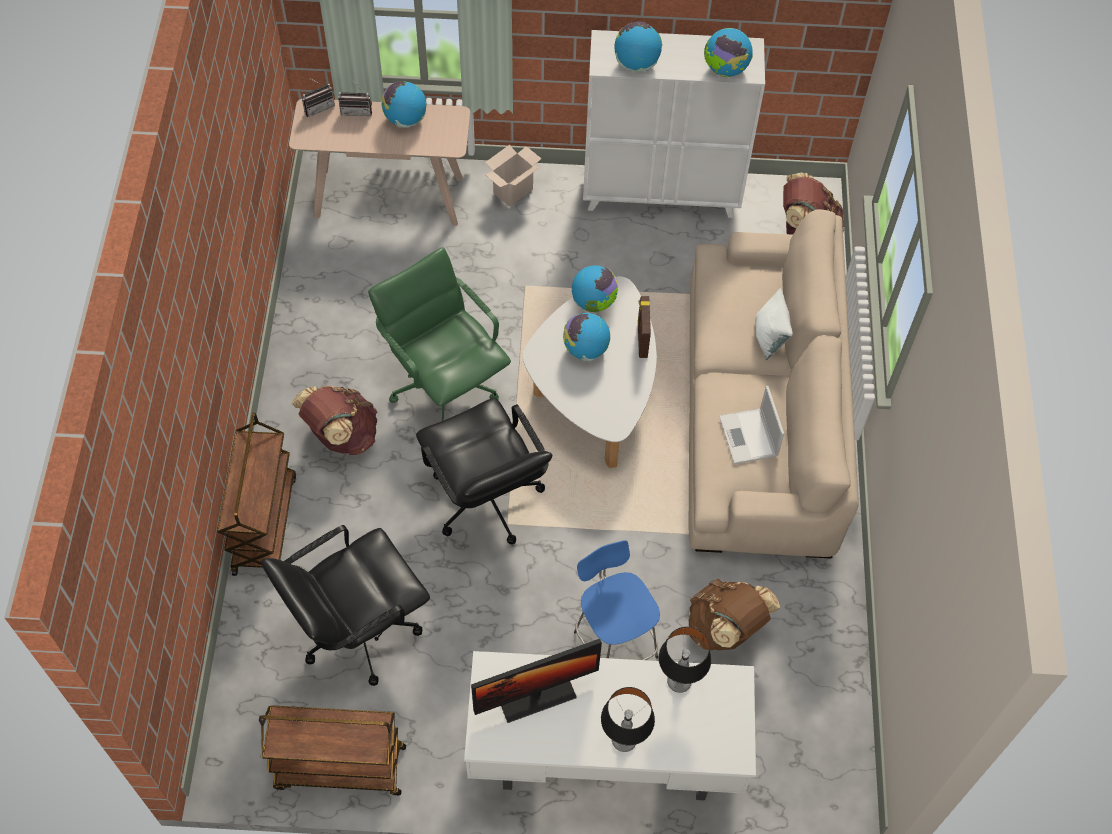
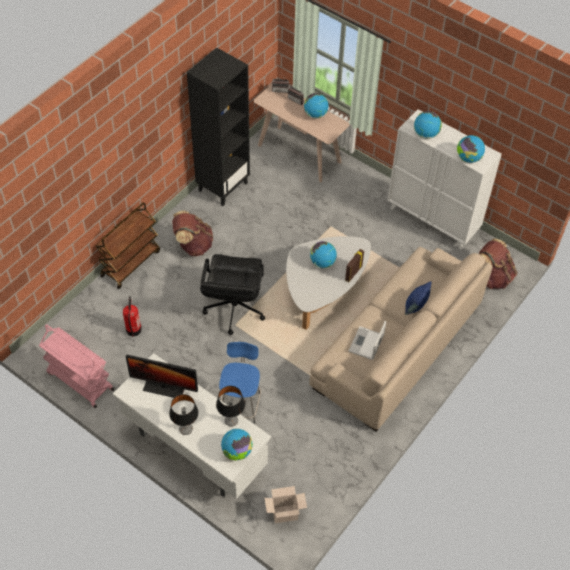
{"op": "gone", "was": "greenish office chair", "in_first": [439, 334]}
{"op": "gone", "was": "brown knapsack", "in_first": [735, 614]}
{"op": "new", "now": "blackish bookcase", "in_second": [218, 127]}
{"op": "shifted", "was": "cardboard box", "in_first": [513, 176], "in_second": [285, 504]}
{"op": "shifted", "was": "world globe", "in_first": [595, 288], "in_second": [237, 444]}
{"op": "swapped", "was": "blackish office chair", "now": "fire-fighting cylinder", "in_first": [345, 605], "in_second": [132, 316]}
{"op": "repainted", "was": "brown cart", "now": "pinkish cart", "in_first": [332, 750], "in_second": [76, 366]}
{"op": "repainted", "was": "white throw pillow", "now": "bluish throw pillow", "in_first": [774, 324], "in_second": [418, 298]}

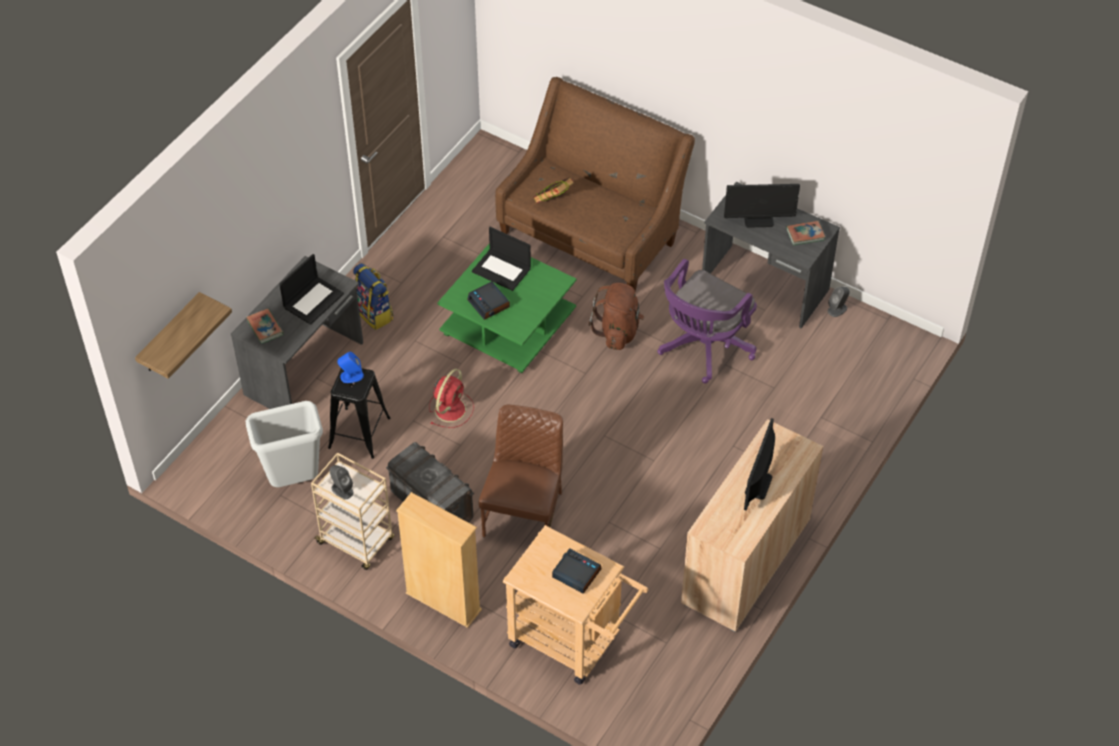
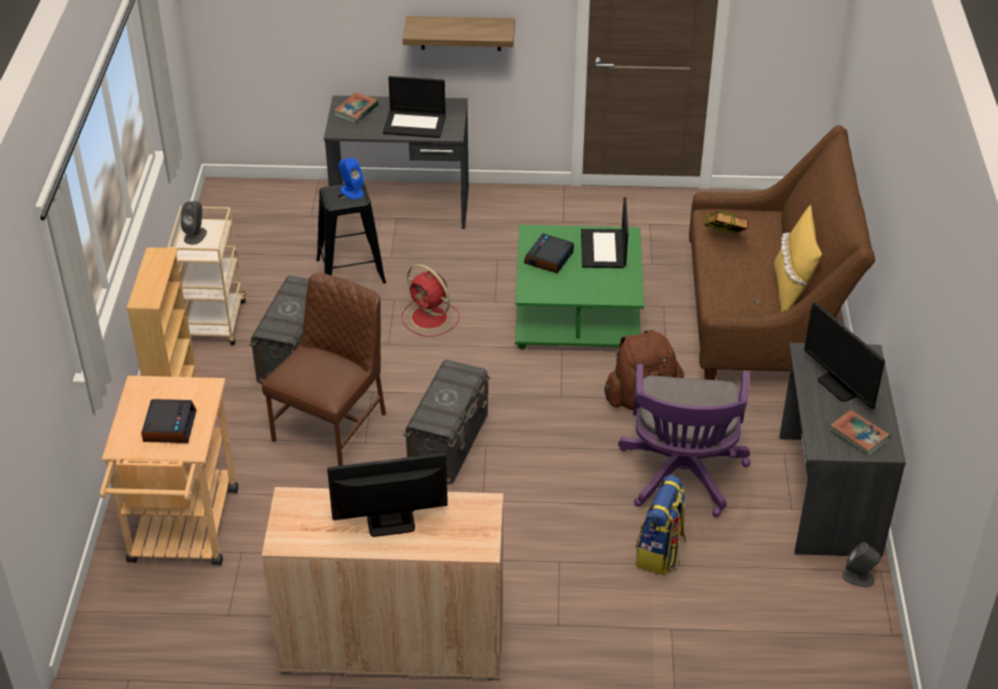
{"op": "gone", "was": "gray waste bin", "in_first": [284, 444]}
{"op": "new", "now": "gray storage box", "in_second": [446, 422]}
{"op": "new", "now": "yellow-coloured throw pillow", "in_second": [798, 258]}
{"op": "shifted", "was": "shelf", "in_first": [183, 335], "in_second": [459, 33]}
{"op": "shifted", "was": "knapsack", "in_first": [373, 296], "in_second": [661, 525]}
{"op": "rotated", "was": "red fan", "in_first": [451, 398], "in_second": [431, 300], "clockwise": 45}
{"op": "rotated", "was": "brown upright chair", "in_first": [521, 471], "in_second": [324, 369], "clockwise": -45}
{"op": "rotated", "was": "purple office chair", "in_first": [707, 321], "in_second": [684, 440], "clockwise": -90}

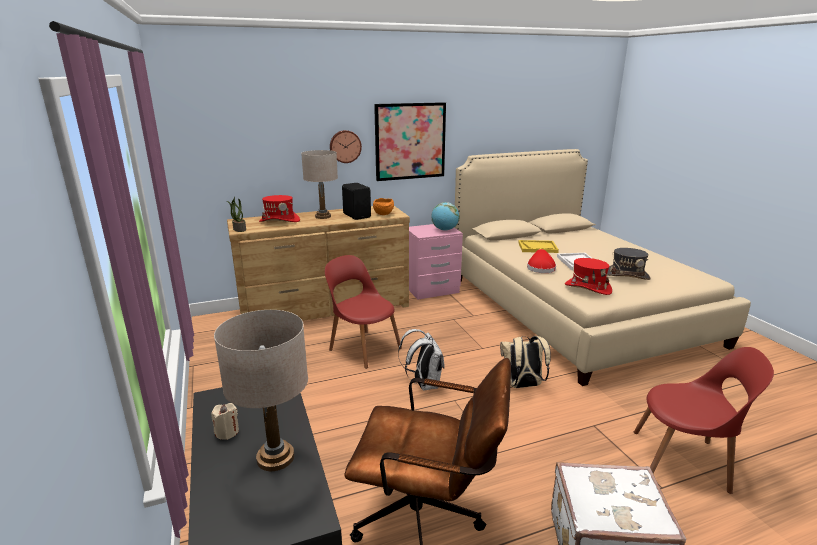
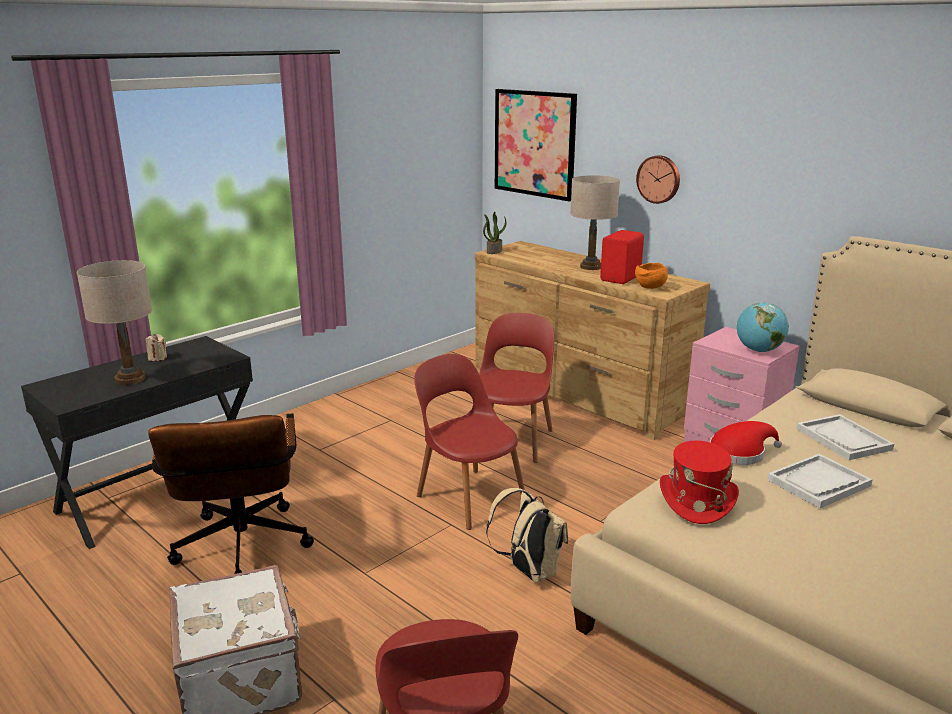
{"op": "gone", "was": "red clothing hat", "in_first": [279, 208]}
{"op": "gone", "was": "gray clothing hat", "in_first": [629, 264]}
{"op": "shifted", "was": "picture", "in_first": [410, 141], "in_second": [536, 145]}
{"op": "swapped", "was": "white knapsack", "now": "red upright chair", "in_first": [421, 360], "in_second": [469, 442]}
{"op": "repainted", "was": "blackish audio speaker", "now": "red audio speaker", "in_first": [356, 201], "in_second": [622, 257]}
{"op": "repainted", "was": "yellow-coloured tray", "now": "white tray", "in_first": [538, 246], "in_second": [845, 437]}

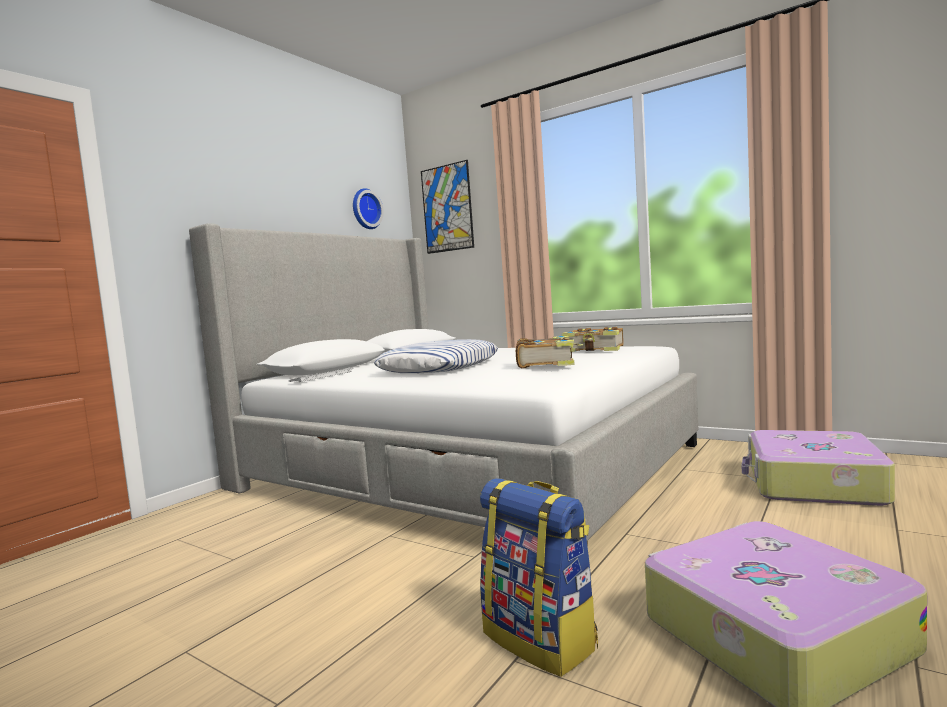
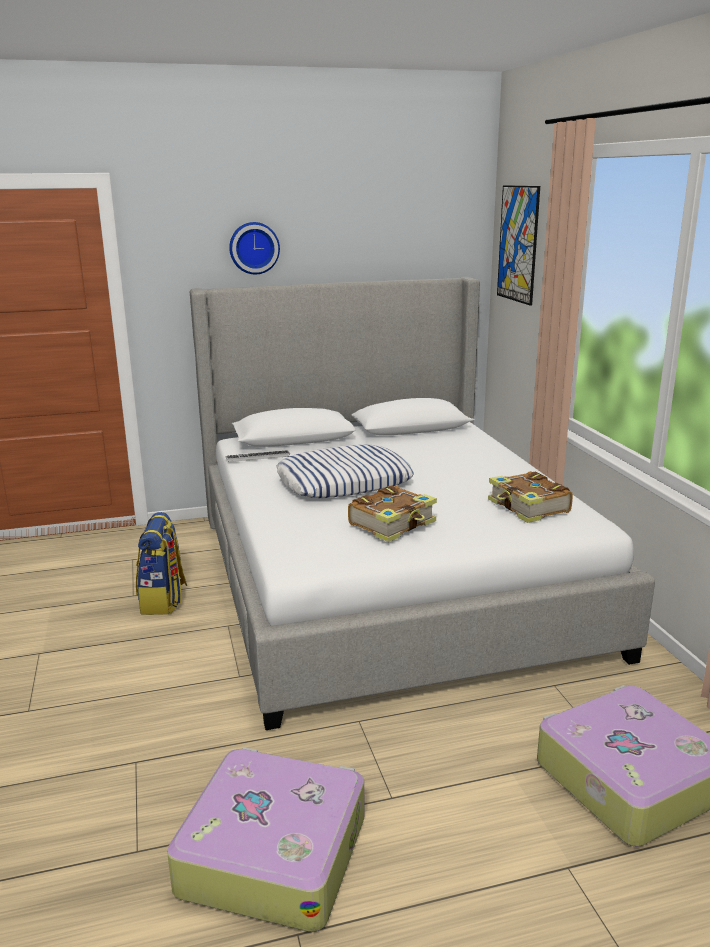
{"op": "shifted", "was": "wall clock", "in_first": [368, 208], "in_second": [254, 248]}
{"op": "shifted", "was": "knapsack", "in_first": [539, 577], "in_second": [161, 563]}

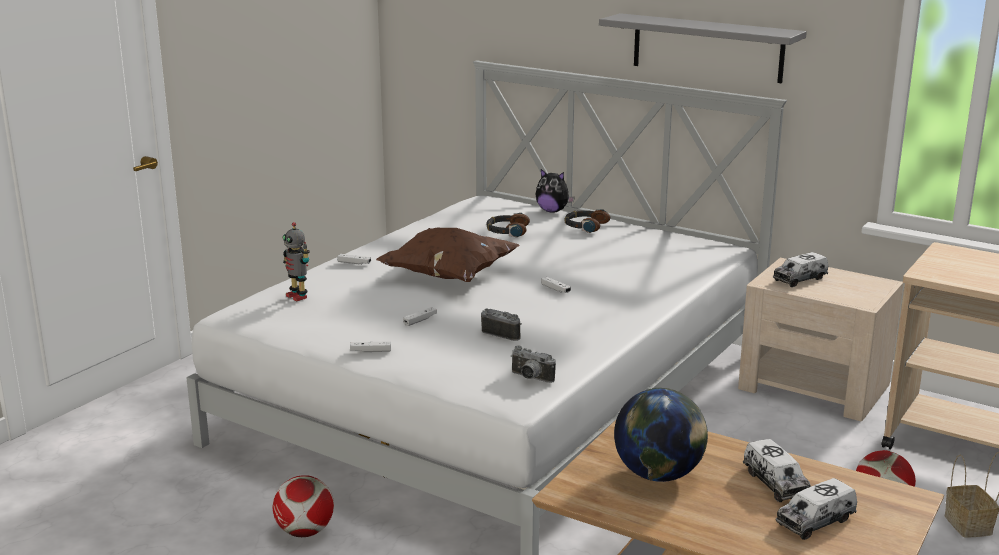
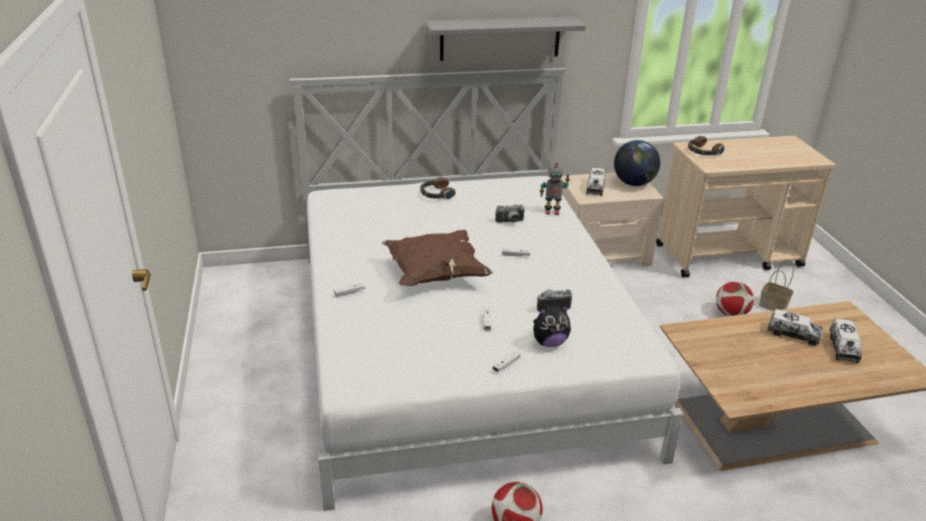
{"op": "shifted", "was": "model robot", "in_first": [296, 261], "in_second": [555, 188]}
{"op": "shifted", "was": "pair of headphones", "in_first": [508, 225], "in_second": [706, 145]}
{"op": "shifted", "was": "photo camera", "in_first": [533, 364], "in_second": [510, 213]}
{"op": "shifted", "was": "soft toy", "in_first": [555, 191], "in_second": [552, 325]}
{"op": "shifted", "was": "world globe", "in_first": [661, 435], "in_second": [637, 163]}

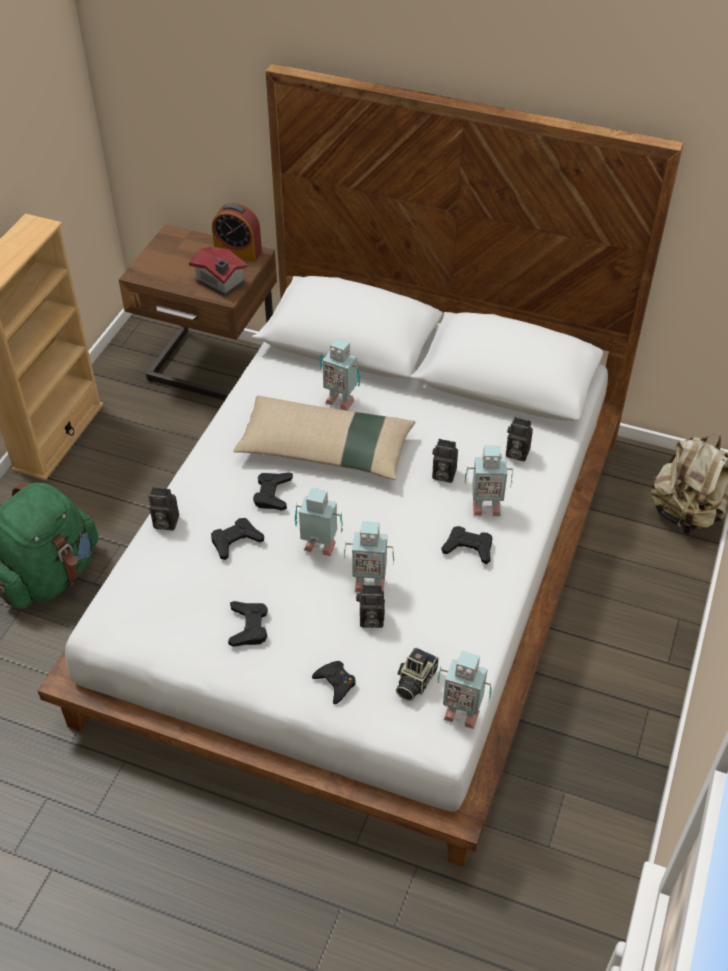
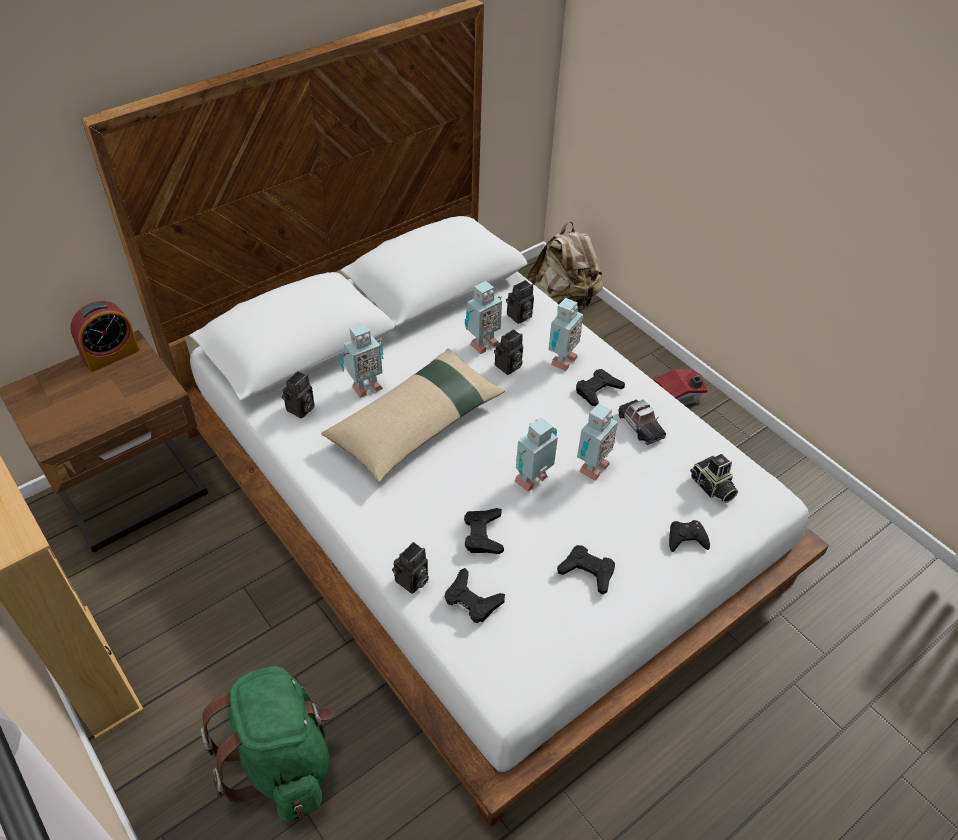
{"op": "new", "now": "miniature car", "in_second": [642, 422]}
{"op": "shifted", "was": "miniature house", "in_first": [218, 272], "in_second": [680, 388]}
{"op": "shifted", "was": "blackish game controller", "in_first": [273, 491], "in_second": [475, 595]}
{"op": "shifted", "was": "photo camera", "in_first": [370, 606], "in_second": [298, 395]}
{"op": "shifted", "was": "model robot", "in_first": [465, 690], "in_second": [483, 317]}

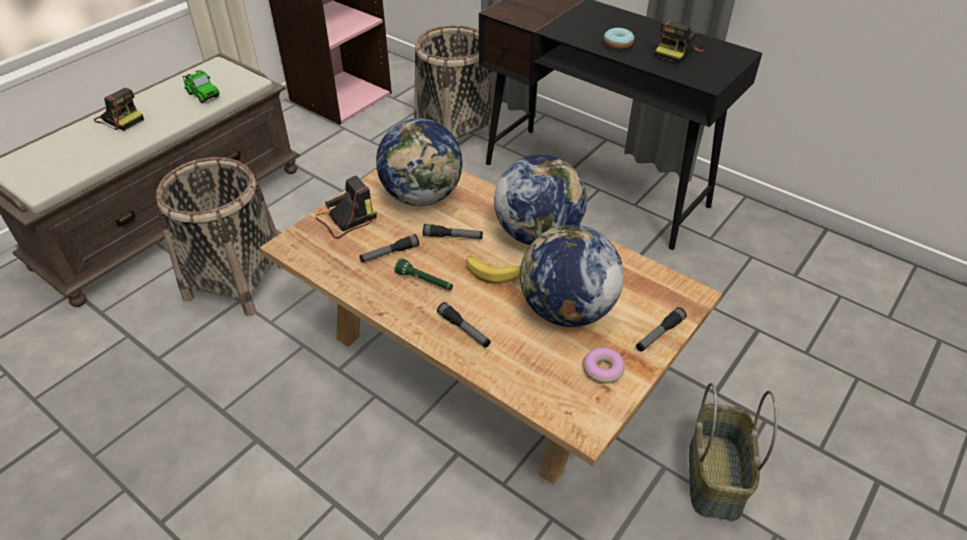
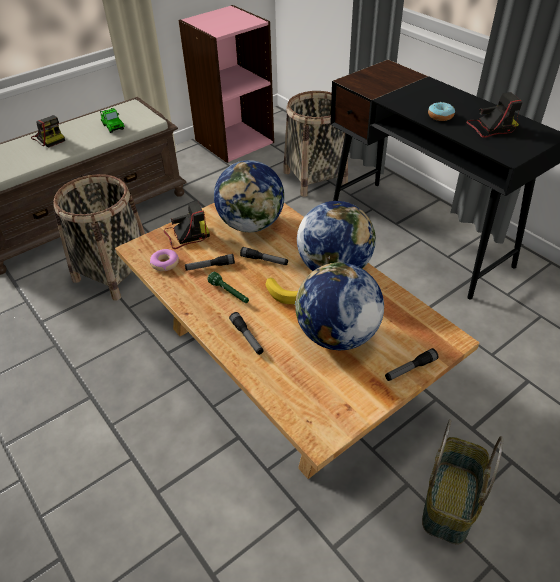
{"op": "shifted", "was": "ring doughnut", "in_first": [604, 366], "in_second": [164, 260]}
{"op": "rotated", "was": "photo camera", "in_first": [680, 42], "in_second": [494, 115], "clockwise": -150}

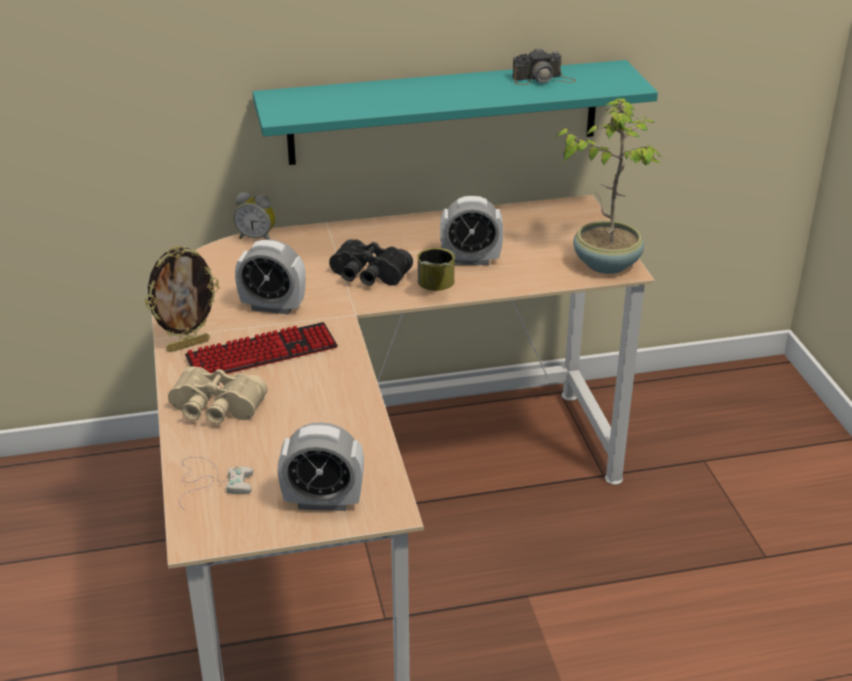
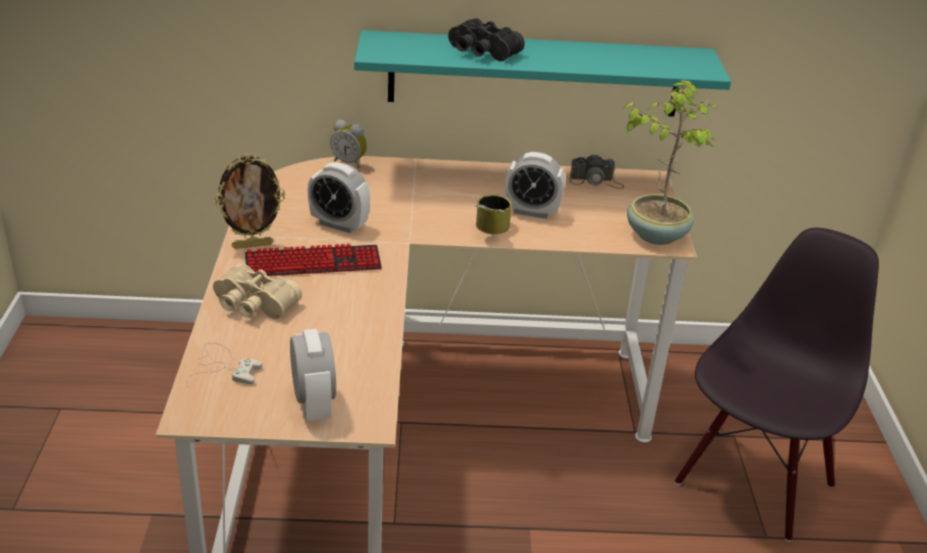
{"op": "new", "now": "blackish upright chair", "in_second": [777, 385]}
{"op": "shifted", "was": "blackish binoculars", "in_first": [371, 262], "in_second": [486, 39]}
{"op": "shifted", "was": "photo camera", "in_first": [544, 66], "in_second": [597, 171]}
{"op": "rotated", "was": "bedside clock", "in_first": [320, 466], "in_second": [313, 375], "clockwise": -120}

